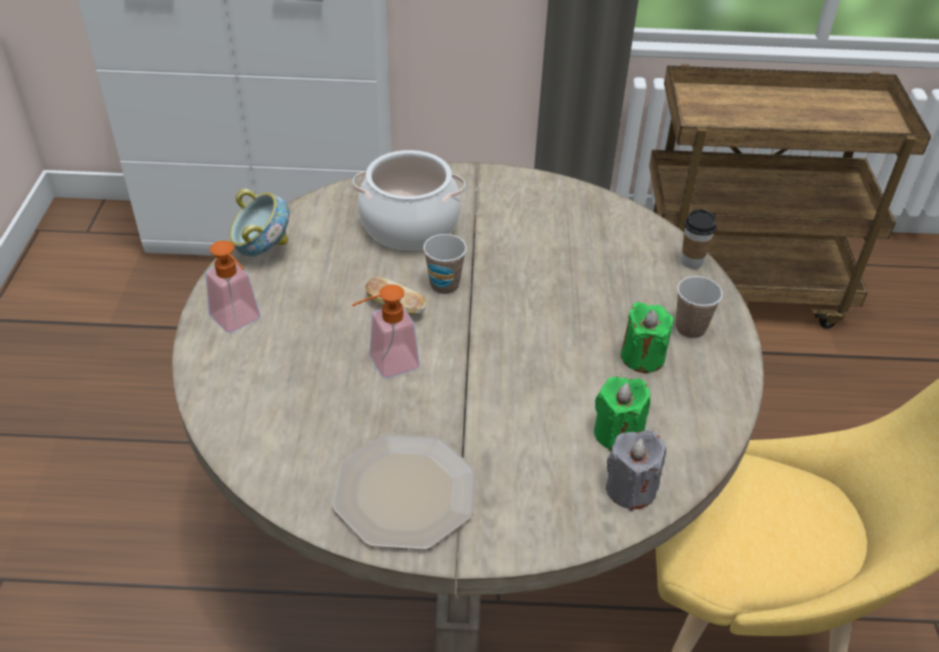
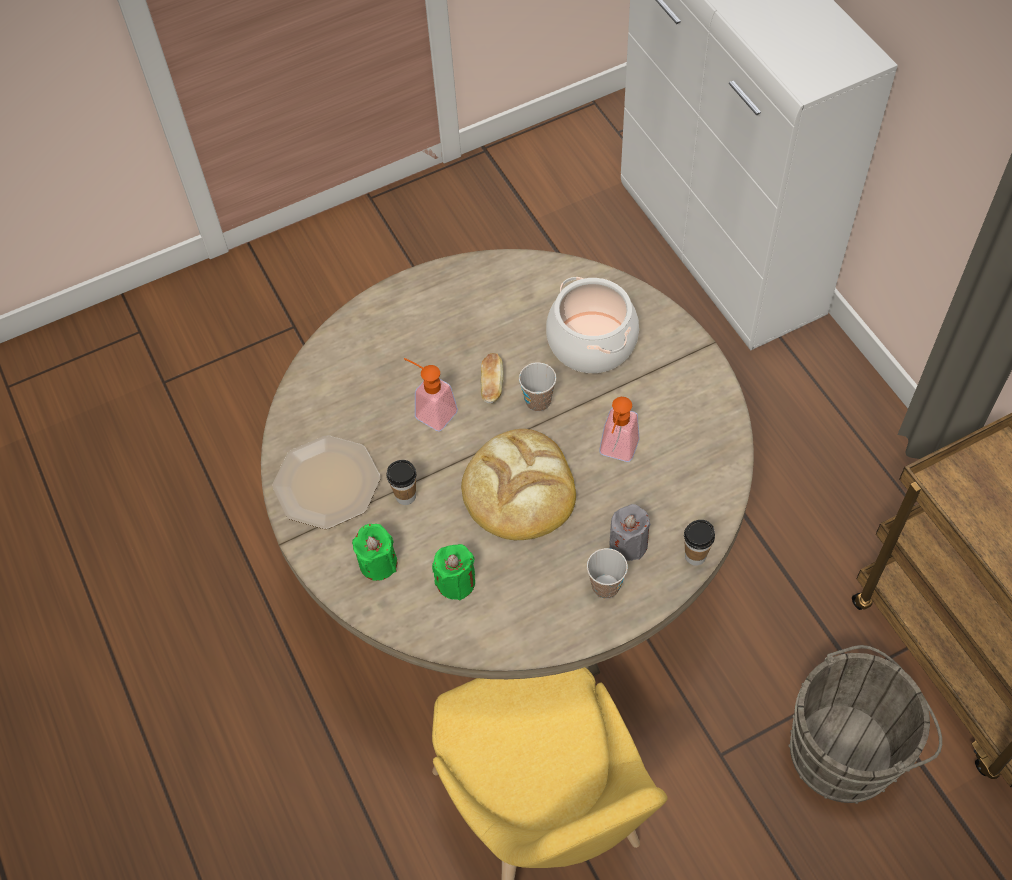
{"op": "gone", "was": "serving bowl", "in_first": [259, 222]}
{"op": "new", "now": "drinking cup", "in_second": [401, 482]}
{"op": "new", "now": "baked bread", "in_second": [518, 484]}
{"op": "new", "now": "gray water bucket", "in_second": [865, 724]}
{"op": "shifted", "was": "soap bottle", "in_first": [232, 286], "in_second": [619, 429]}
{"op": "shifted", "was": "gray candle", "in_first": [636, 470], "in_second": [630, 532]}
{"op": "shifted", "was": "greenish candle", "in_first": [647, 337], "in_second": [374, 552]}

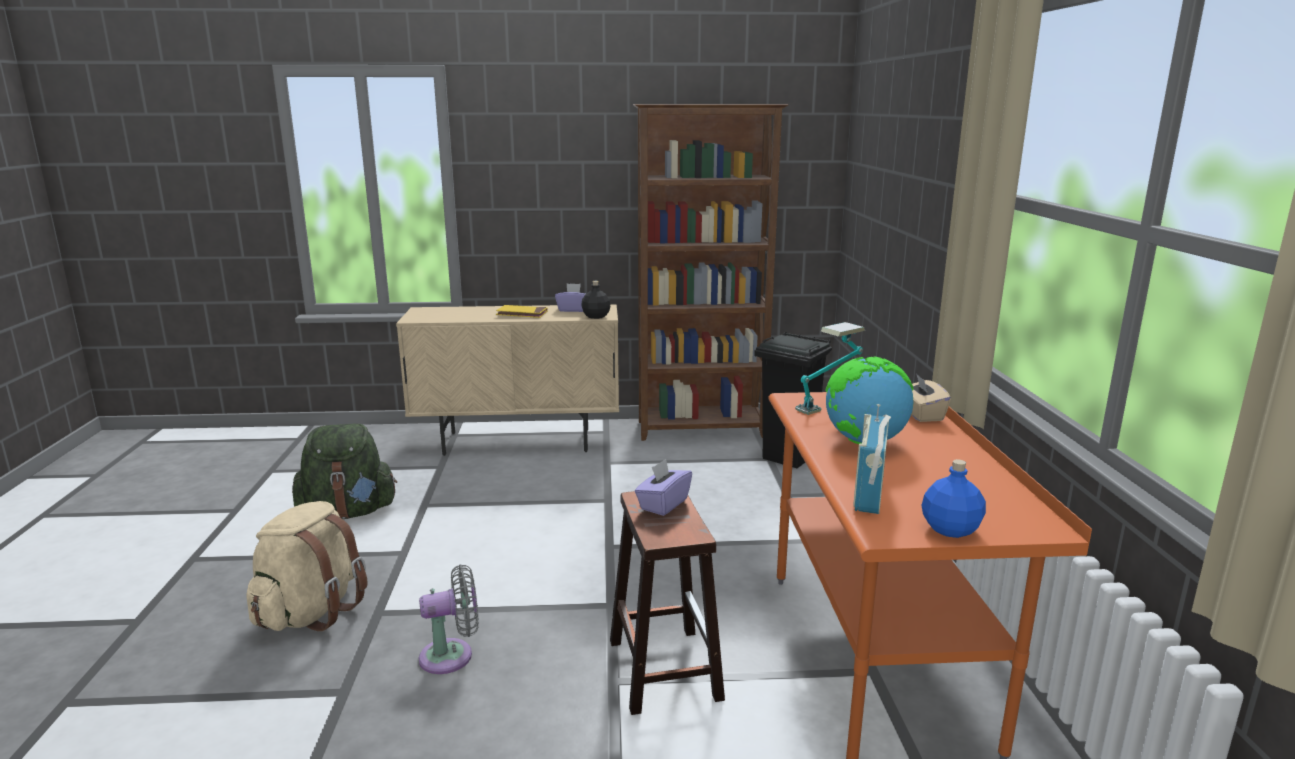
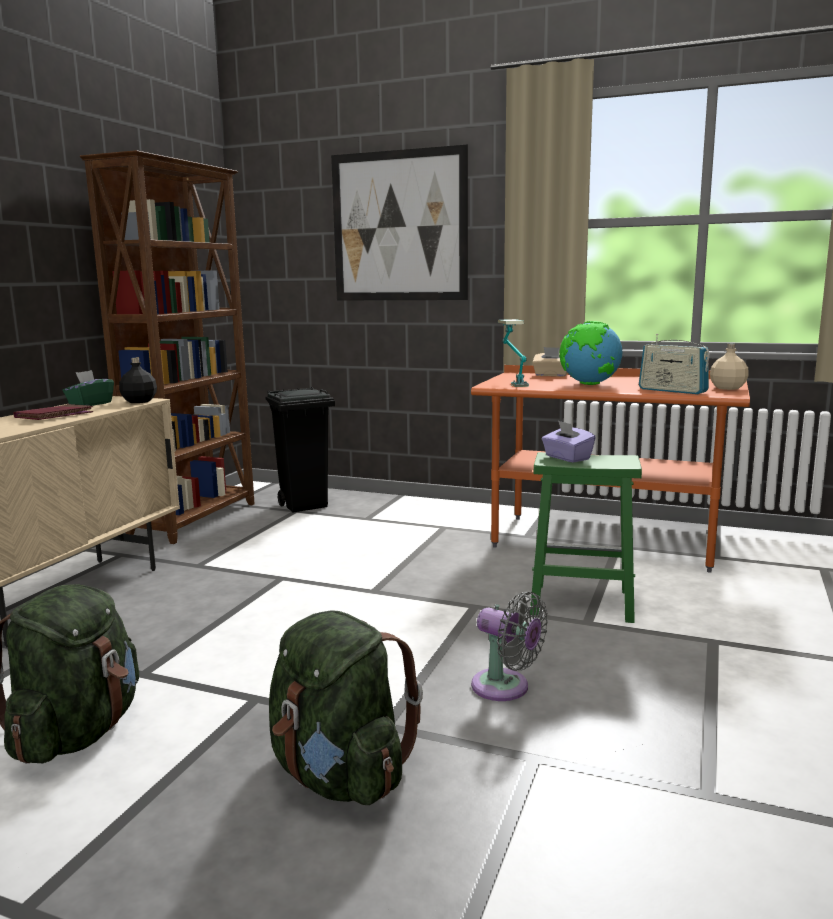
{"op": "new", "now": "picture", "in_second": [399, 222]}
{"op": "repainted", "was": "beige-coloured knapsack", "now": "greenish knapsack", "in_first": [307, 566], "in_second": [346, 707]}
{"op": "repainted", "was": "yellow-coloured volume", "now": "red volume", "in_first": [521, 311], "in_second": [53, 412]}
{"op": "repainted", "was": "purple box of tissues", "now": "greenish box of tissues", "in_first": [570, 298], "in_second": [88, 388]}
{"op": "repainted", "was": "brown stool", "now": "greenish stool", "in_first": [667, 603], "in_second": [586, 537]}
{"op": "repainted", "was": "bluish beverage bottle", "now": "beige-coloured beverage bottle", "in_first": [953, 498], "in_second": [729, 367]}
{"op": "rotated", "was": "gray fan", "in_first": [449, 619], "in_second": [509, 646], "clockwise": 120}

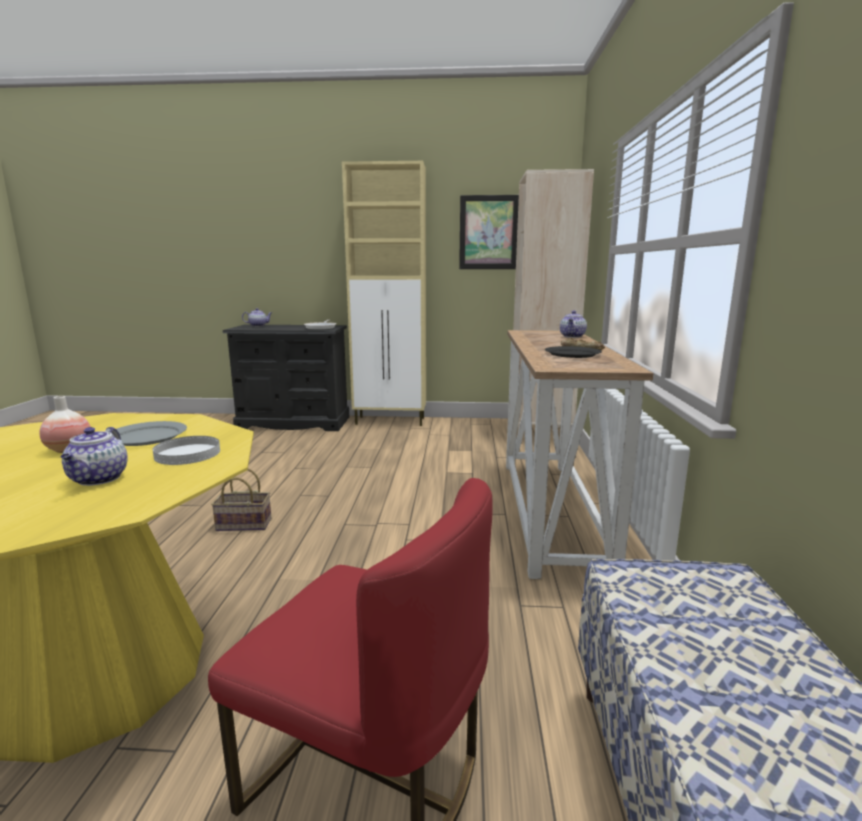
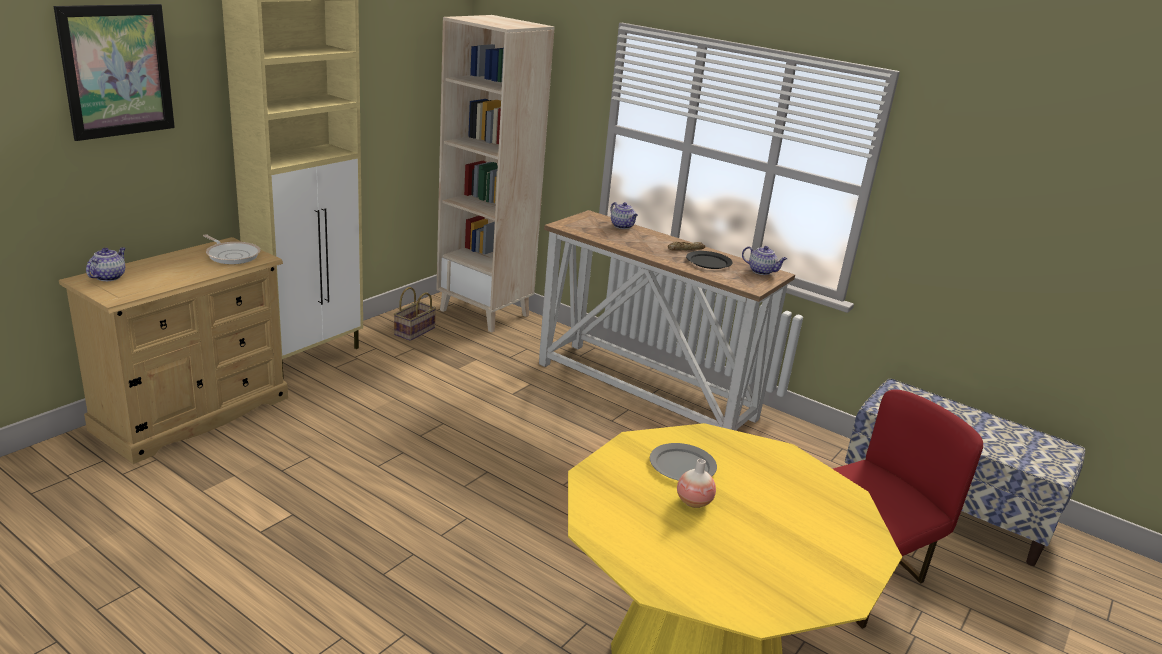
{"op": "gone", "was": "white dinner plate", "in_first": [186, 450]}
{"op": "shifted", "was": "teapot", "in_first": [94, 456], "in_second": [764, 260]}
{"op": "shifted", "was": "household basket", "in_first": [241, 499], "in_second": [415, 314]}
{"op": "shifted", "was": "picture", "in_first": [489, 232], "in_second": [114, 72]}
{"op": "repainted", "was": "blackish drawer chest", "now": "beige-coloured drawer chest", "in_first": [286, 378], "in_second": [173, 350]}

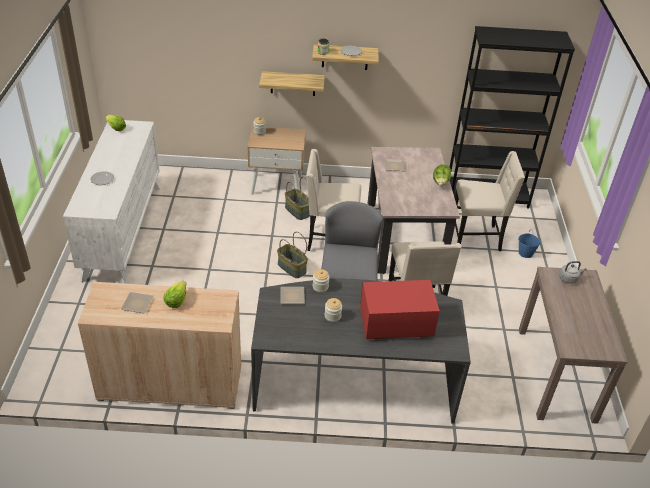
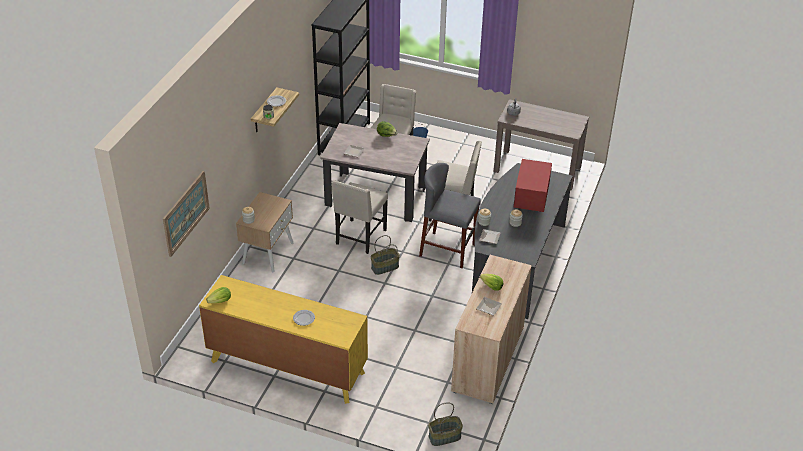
{"op": "gone", "was": "shelf", "in_first": [292, 83]}
{"op": "new", "now": "picture", "in_second": [186, 214]}
{"op": "shifted", "was": "household basket", "in_first": [297, 198], "in_second": [445, 424]}
{"op": "repainted", "was": "white drawer chest", "now": "yellow-coloured drawer chest", "in_first": [111, 202], "in_second": [283, 339]}

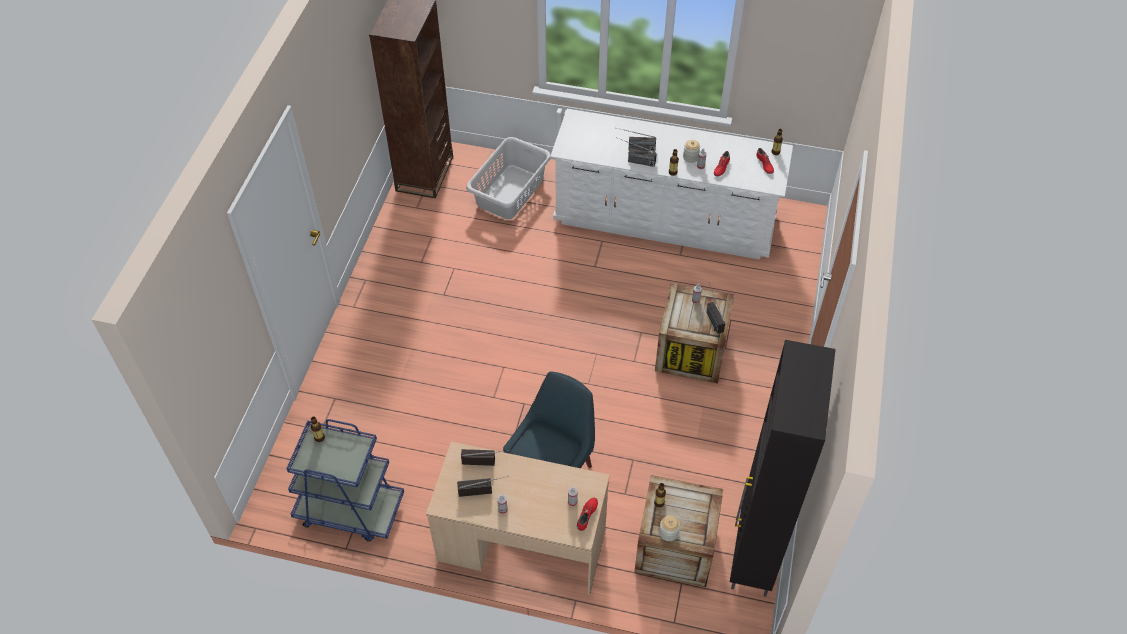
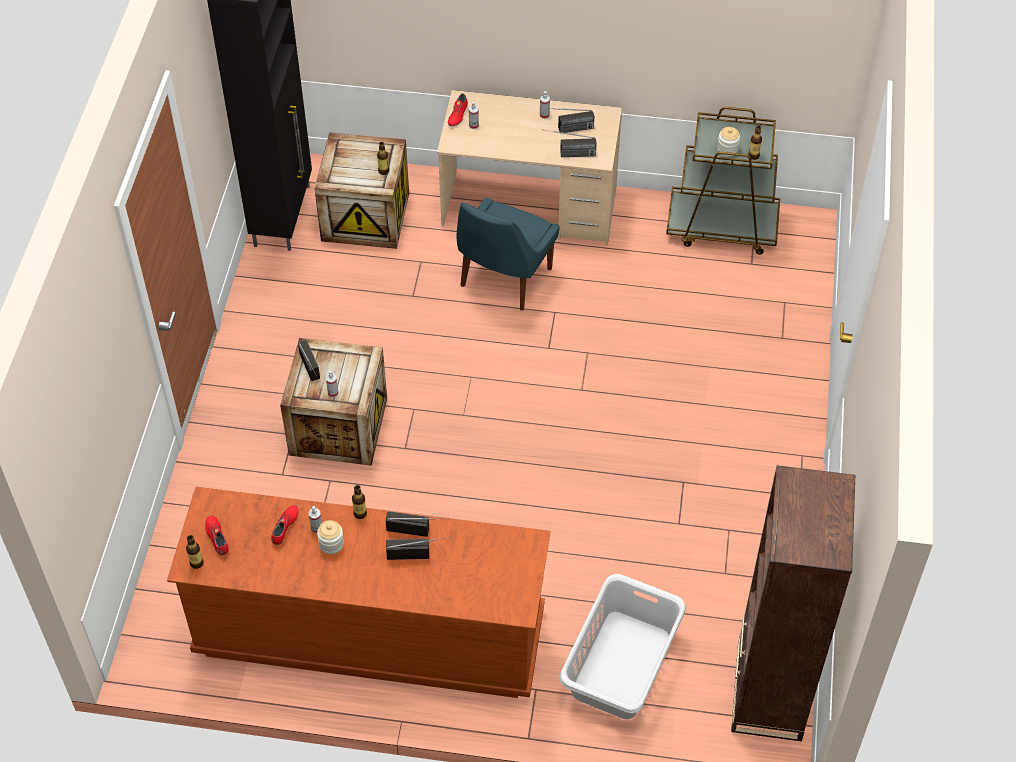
{"op": "shifted", "was": "storage jar", "in_first": [669, 528], "in_second": [728, 142]}
{"op": "repainted", "was": "bluish cart", "now": "brown cart", "in_first": [345, 480], "in_second": [723, 181]}
{"op": "repainted", "was": "white drawer chest", "now": "brown drawer chest", "in_first": [671, 184], "in_second": [358, 592]}

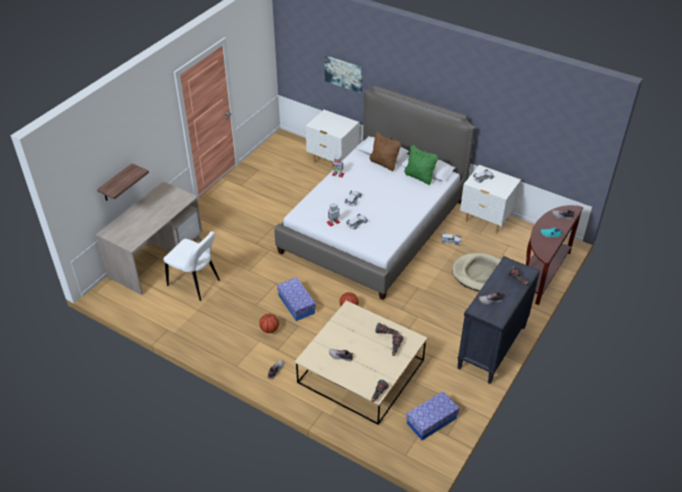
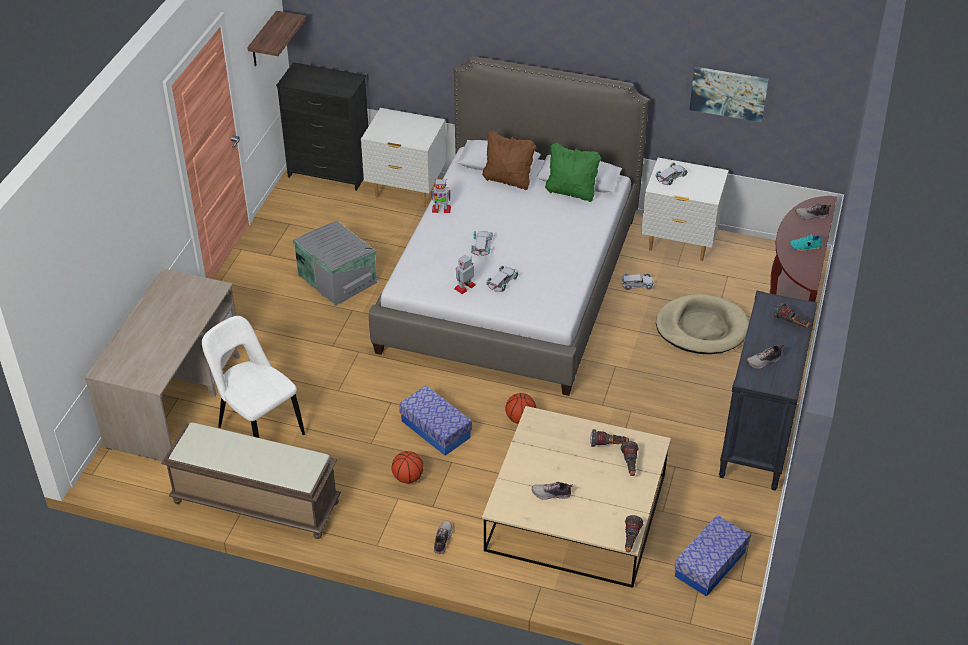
{"op": "new", "now": "brown long seat", "in_second": [251, 481]}
{"op": "new", "now": "blackish drawer chest", "in_second": [322, 126]}
{"op": "new", "now": "gray storage box", "in_second": [335, 263]}
{"op": "shifted", "was": "shelf", "in_first": [123, 182], "in_second": [276, 38]}
{"op": "shifted", "was": "picture", "in_first": [343, 74], "in_second": [729, 94]}
{"op": "rotated", "was": "white upright chair", "in_first": [192, 266], "in_second": [253, 377], "clockwise": -150}

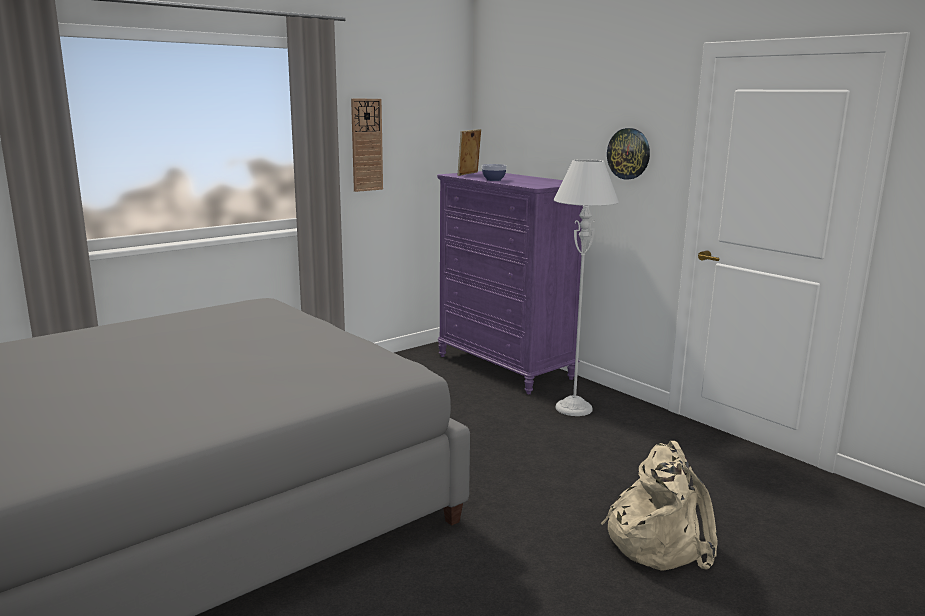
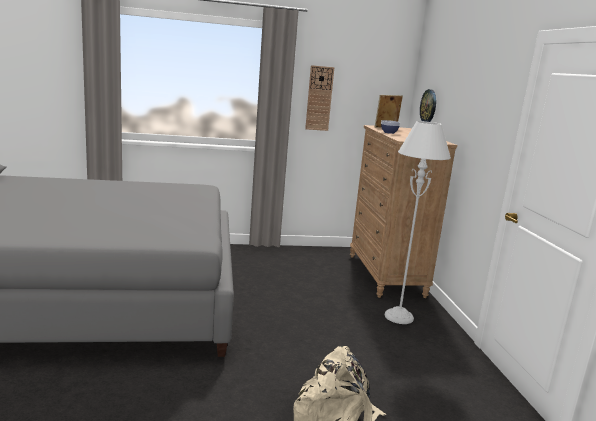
{"op": "shifted", "was": "wall clock", "in_first": [628, 154], "in_second": [428, 105]}
{"op": "repainted", "was": "purple drawer chest", "now": "brown drawer chest", "in_first": [510, 282], "in_second": [403, 211]}

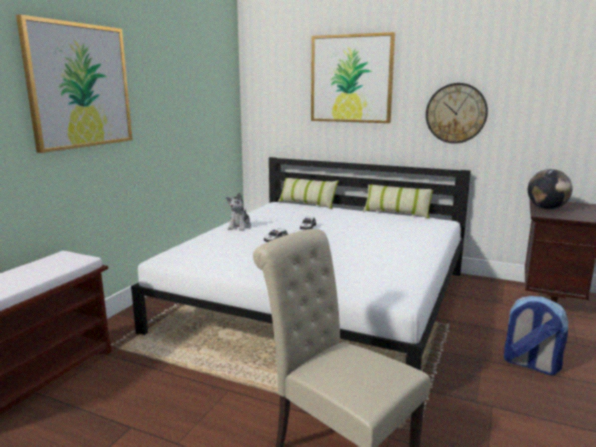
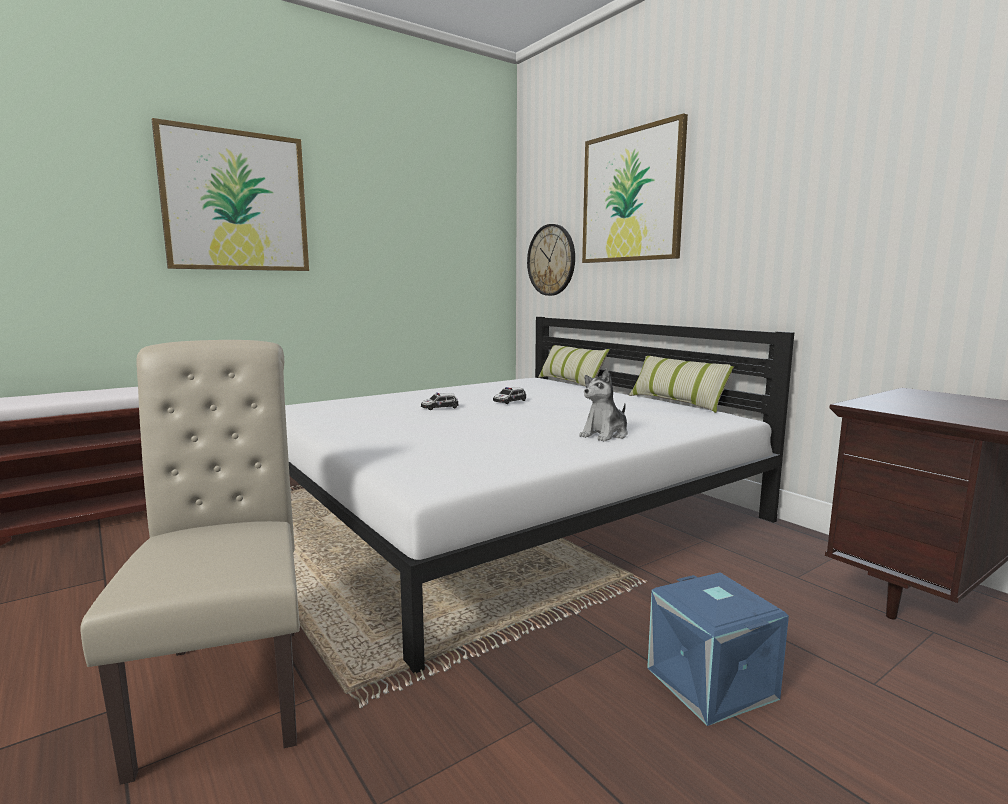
{"op": "gone", "was": "world globe", "in_first": [550, 189]}
{"op": "shifted", "was": "soft toy", "in_first": [238, 212], "in_second": [603, 404]}
{"op": "shifted", "was": "wall clock", "in_first": [457, 113], "in_second": [551, 260]}
{"op": "swapped", "was": "knapsack", "now": "bluish storage box", "in_first": [536, 335], "in_second": [718, 649]}

